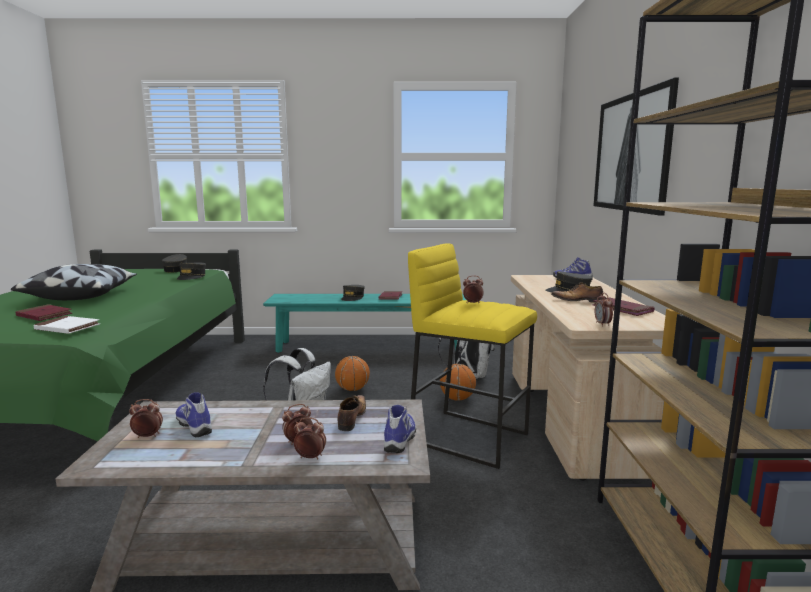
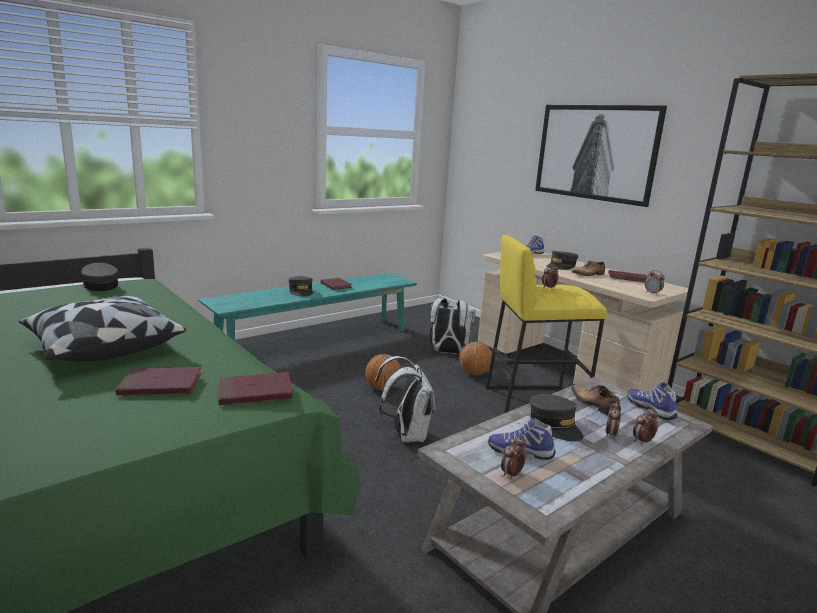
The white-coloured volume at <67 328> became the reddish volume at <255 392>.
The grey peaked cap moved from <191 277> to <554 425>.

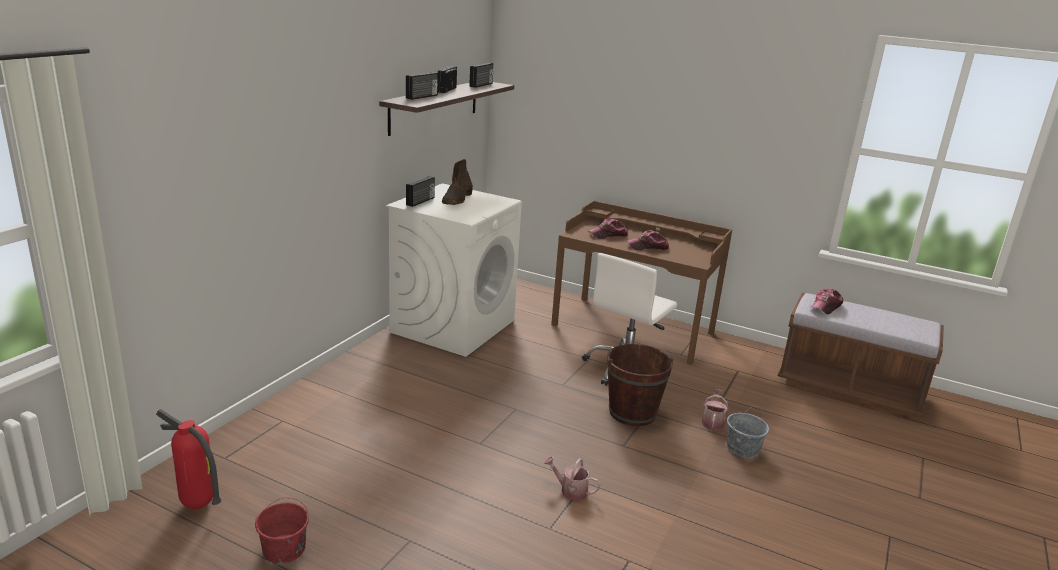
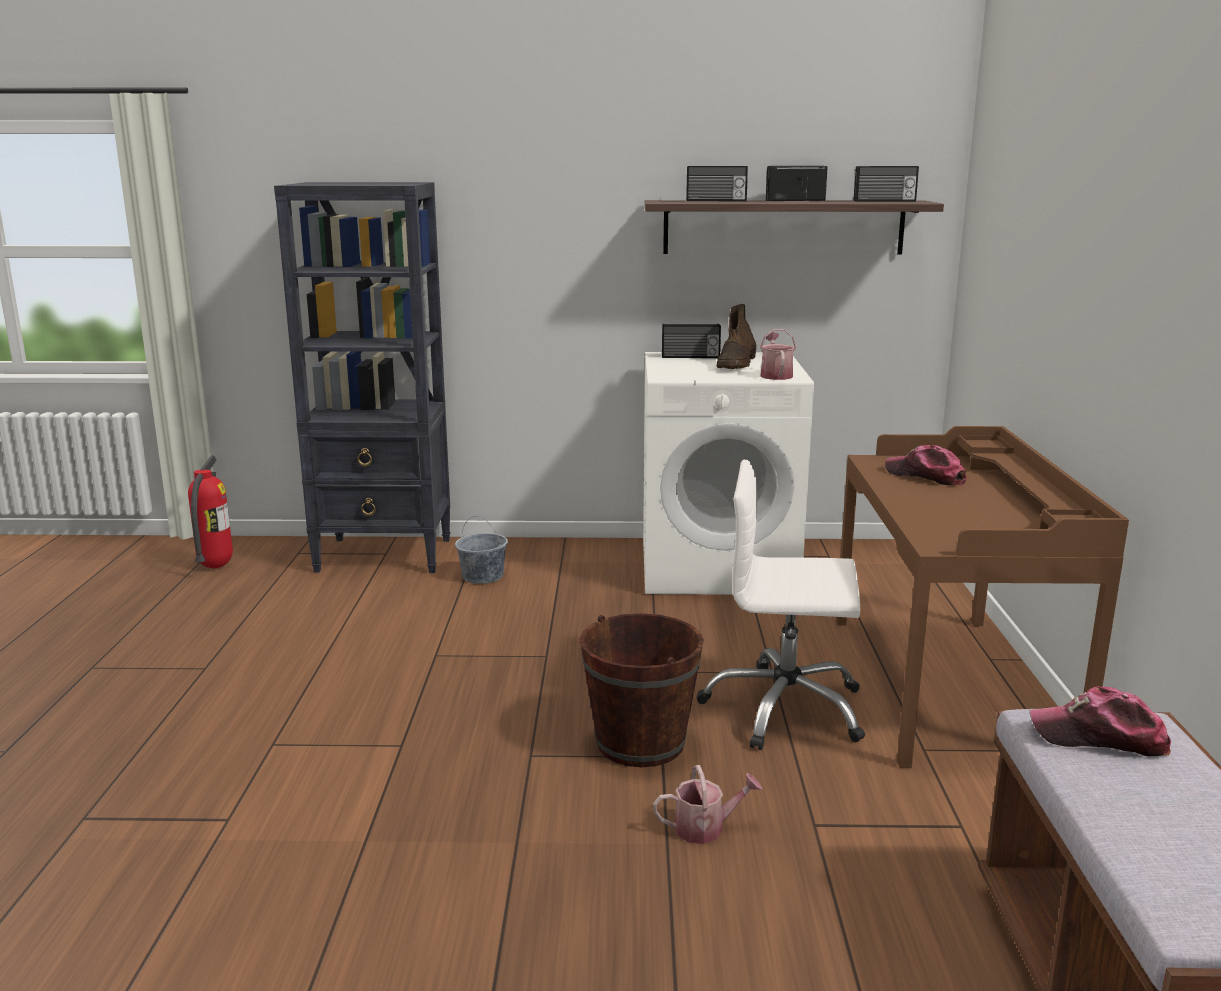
The reddish pail at <284 549> disappeared.
The brown boot at <457 199> turned 60 degrees counterclockwise.
The watering can moved from <570 491> to <775 375>.
The peaked cap at <648 247> disappeared.
The grey pail moved from <743 448> to <483 576>.
The black bookshelf at <385 555> appeared.

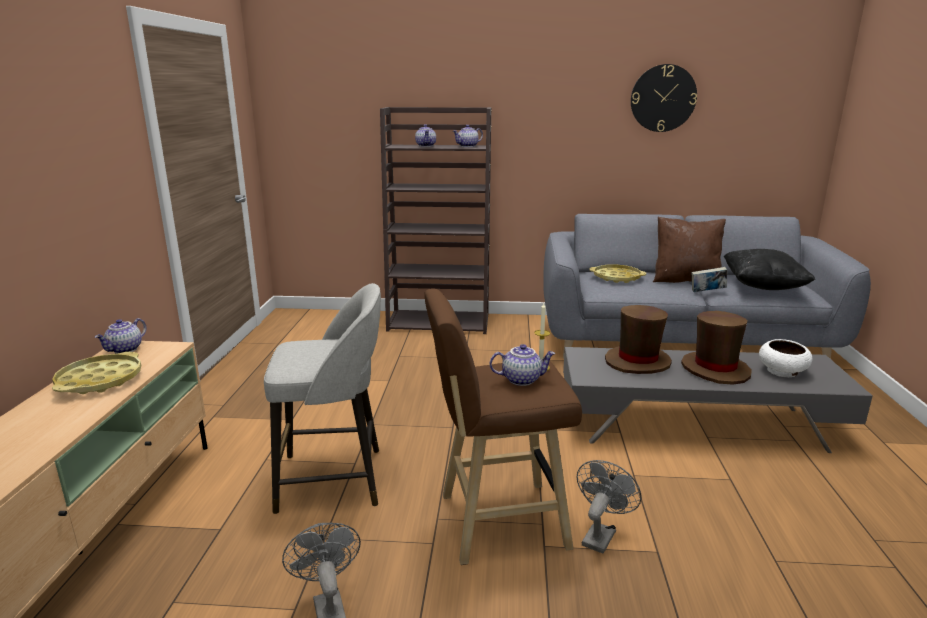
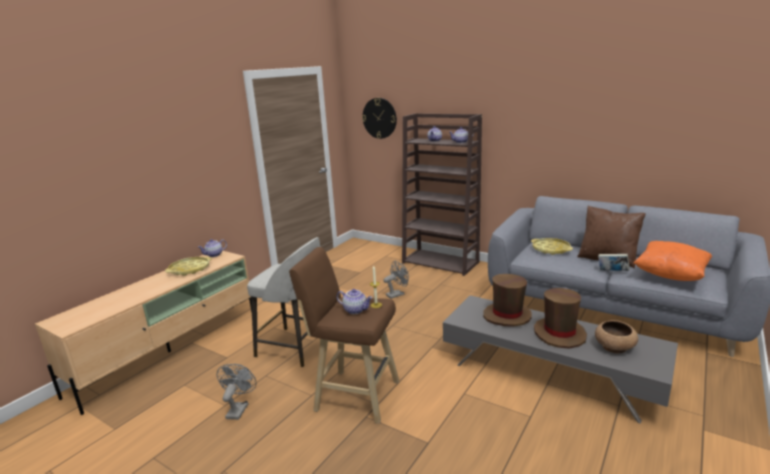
The grey cooling fan moved from <600 534> to <397 294>.
The hanging clock moved from <663 98> to <379 118>.
The black throw pillow at <762 287> became the orangey throw pillow at <670 275>.
The white-coloured serving bowl at <782 372> became the brown serving bowl at <614 347>.

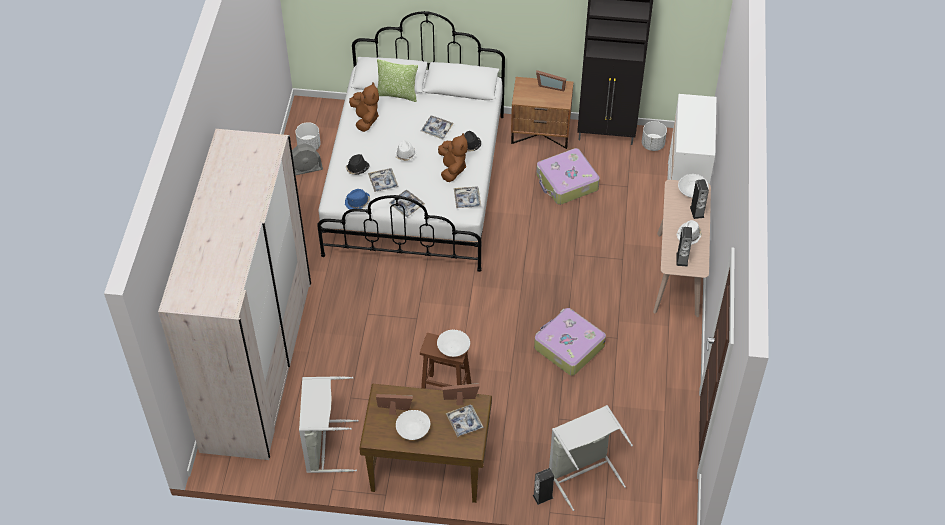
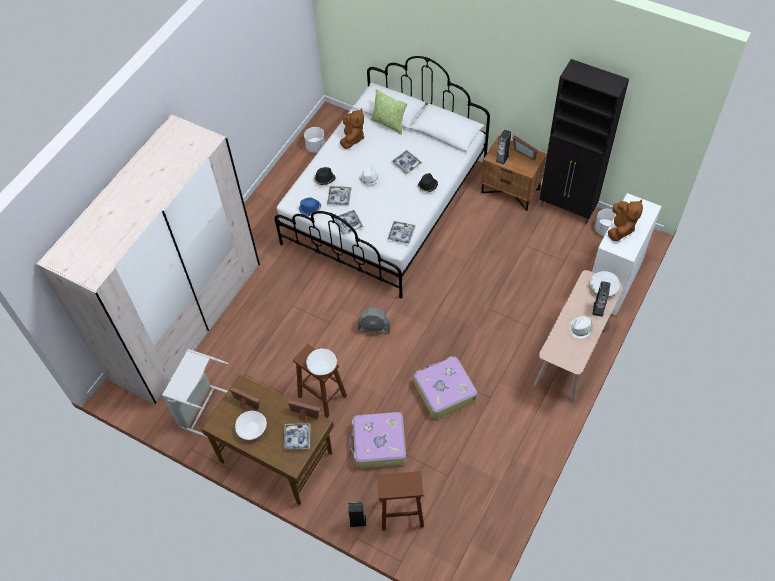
The grey cooling fan moved from <305 169> to <374 328>.
The brown plush toy moved from <452 168> to <621 228>.
The piece of luggage moved from <566 183> to <378 444>.
The grey laundry basket at <583 473> was replaced by the brown stool seat at <402 512>.
The audio speaker moved from <682 259> to <502 158>.

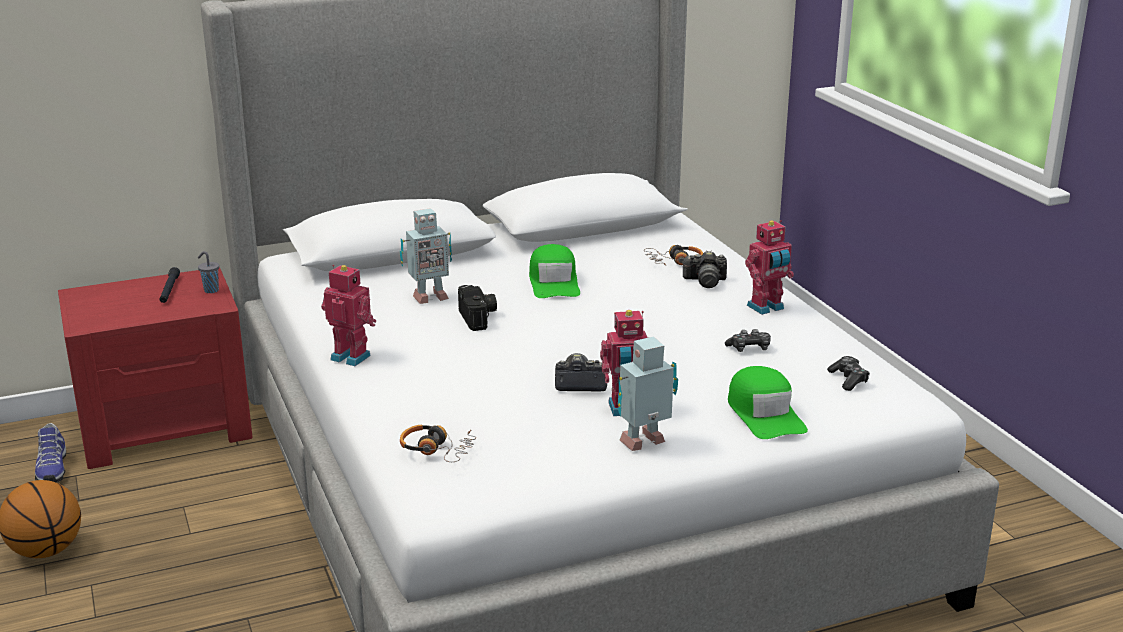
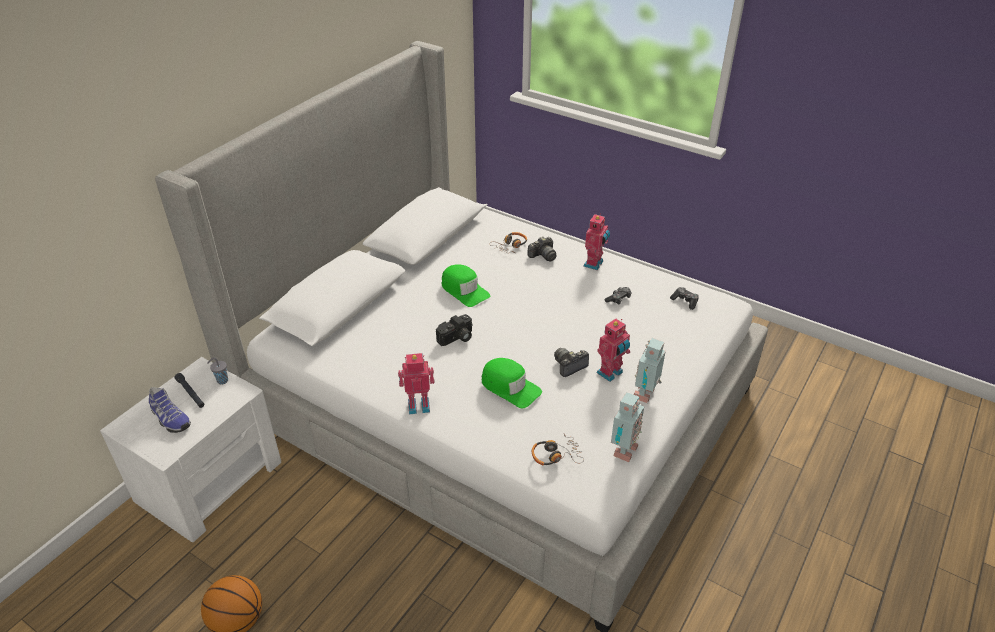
The item of footwear moved from <51 469> to <169 419>.
The reddish night table at <166 426> became the white-coloured night table at <210 480>.
The toy robot moved from <428 297> to <622 451>.
The still camera at <479 318> turned 105 degrees clockwise.
The green-coloured peaked cap moved from <764 414> to <510 387>.

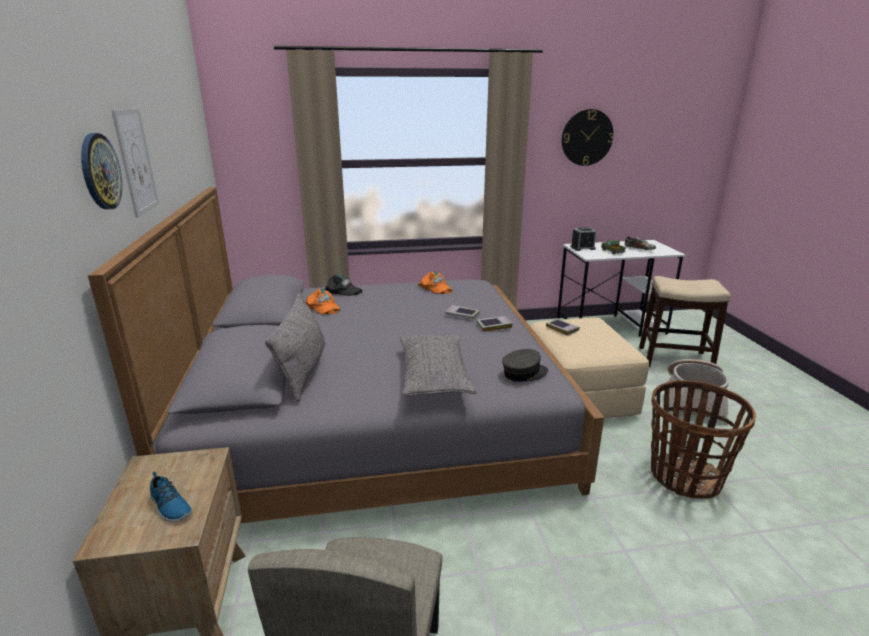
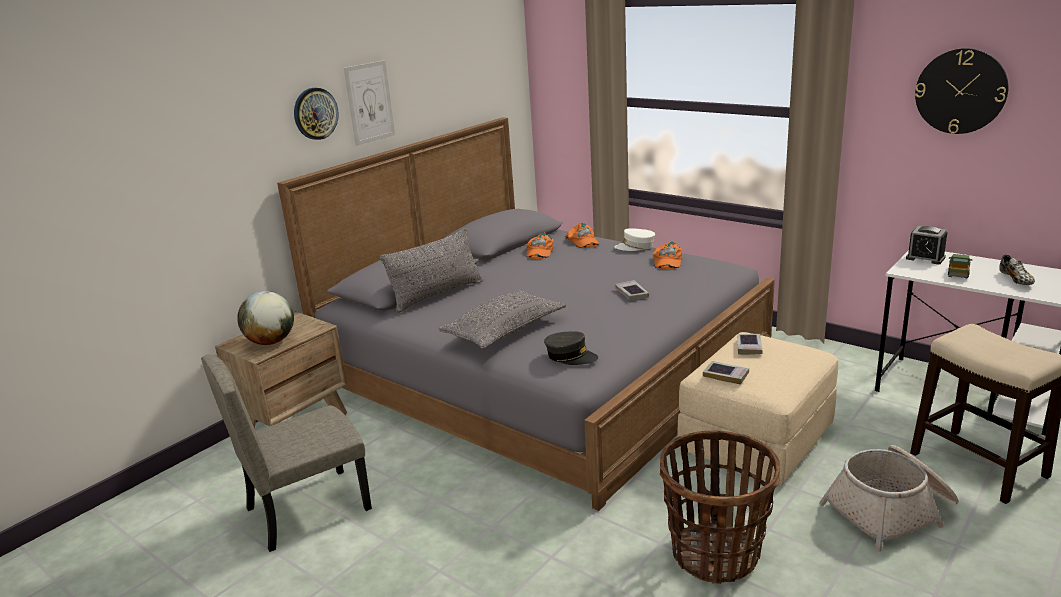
The item of footwear at <169 506> was replaced by the globe at <271 342>.
The black peaked cap at <343 291> became the orangey peaked cap at <582 241>.
The volume moved from <494 326> to <726 375>.
The white-coloured peaked cap at <635 246> appeared.

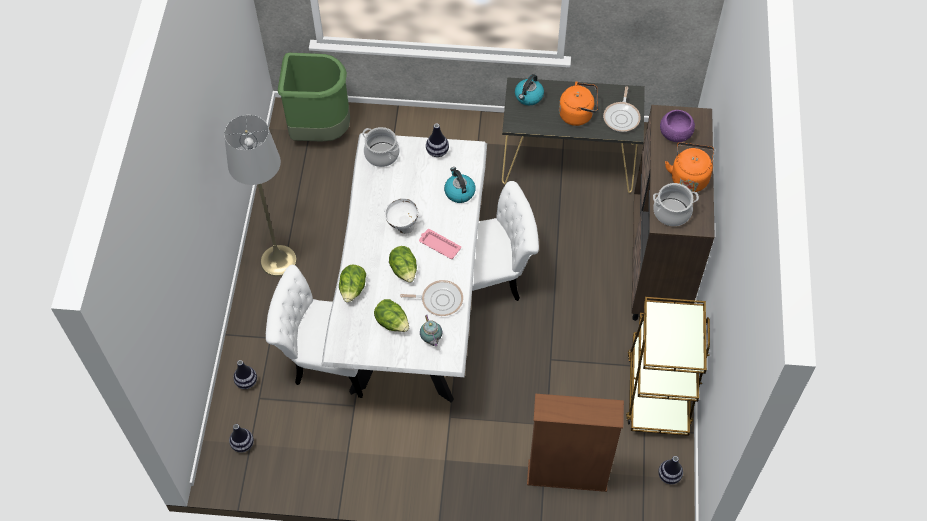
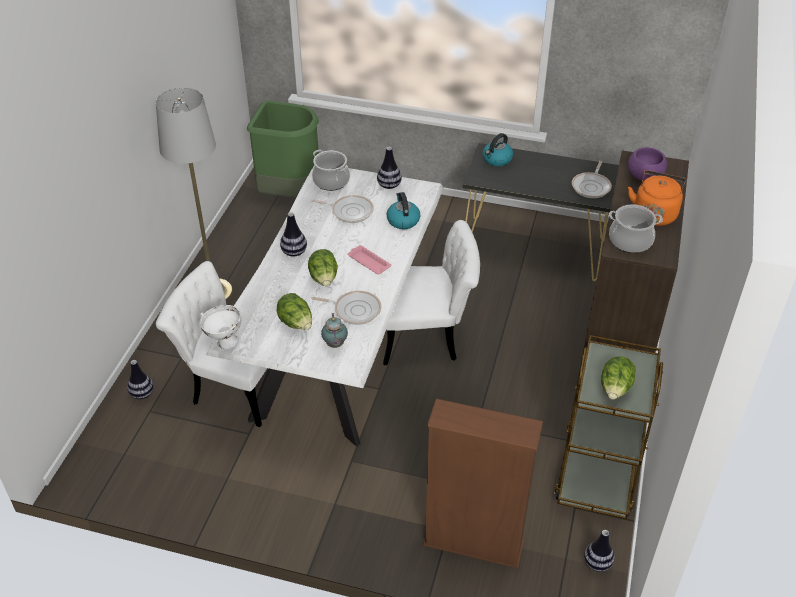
The flower vase moved from <243 444> to <294 252>.
The lettuce moved from <353 289> to <615 389>.
The white-coloured serving bowl moved from <402 226> to <223 341>.
The orangey water kettle at <578 114> disappeared.
The frying pan at <350 211> appeared.

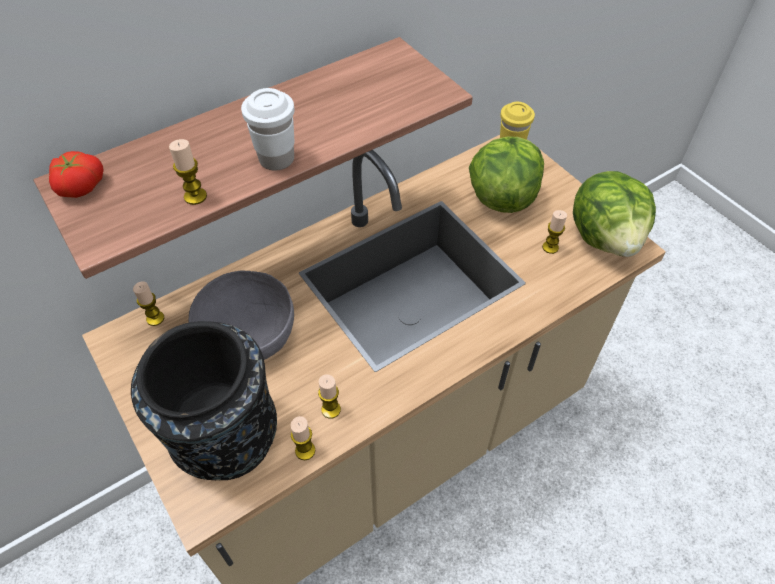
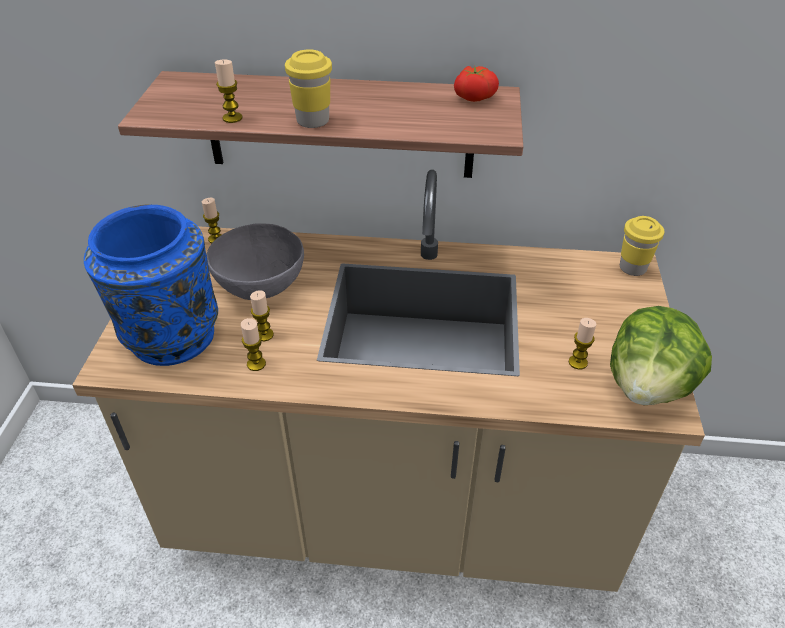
The fresh tomato moved from <80 186> to <473 96>.
The black flower vase at <226 439> became the blue-coloured flower vase at <170 336>.
The white-coloured small cup at <276 159> became the yellow small cup at <313 121>.
The wax light moved from <305 450> to <264 335>.
The lettuce at <502 197> disappeared.

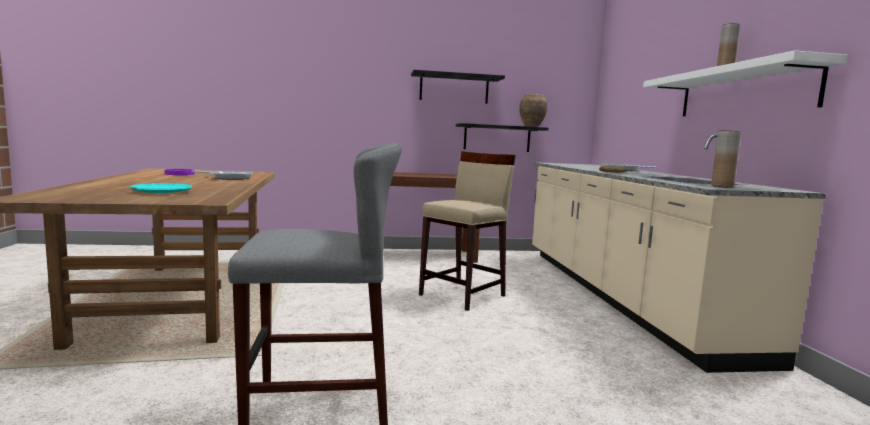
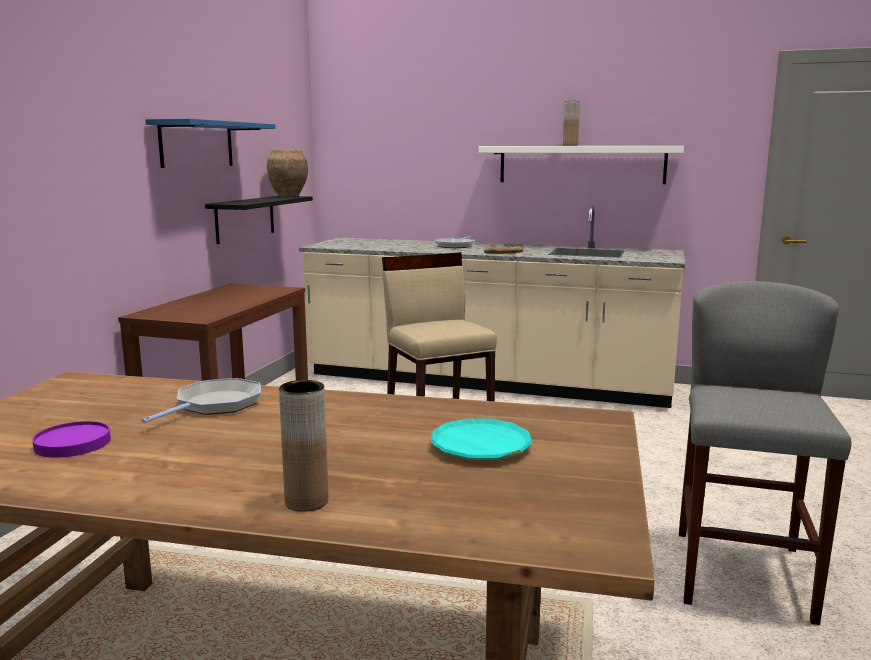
The black bracket shelf at <454 89> became the blue-coloured bracket shelf at <197 144>.
The brown flower vase moved from <722 186> to <306 502>.

